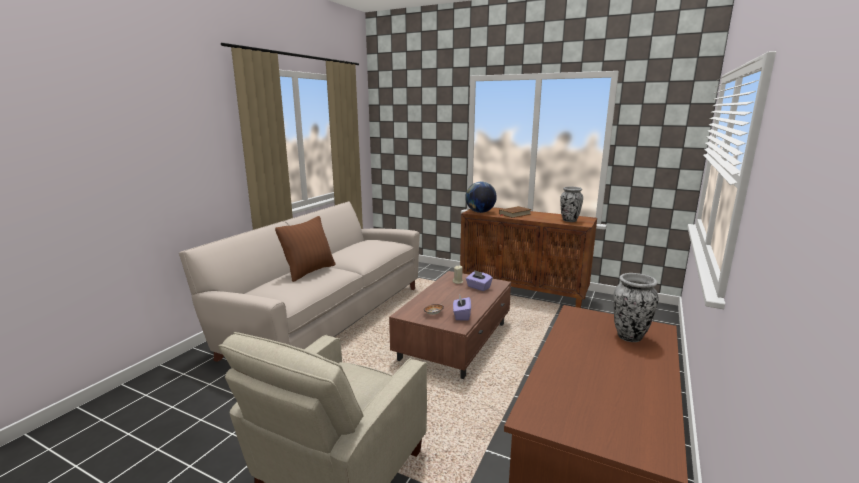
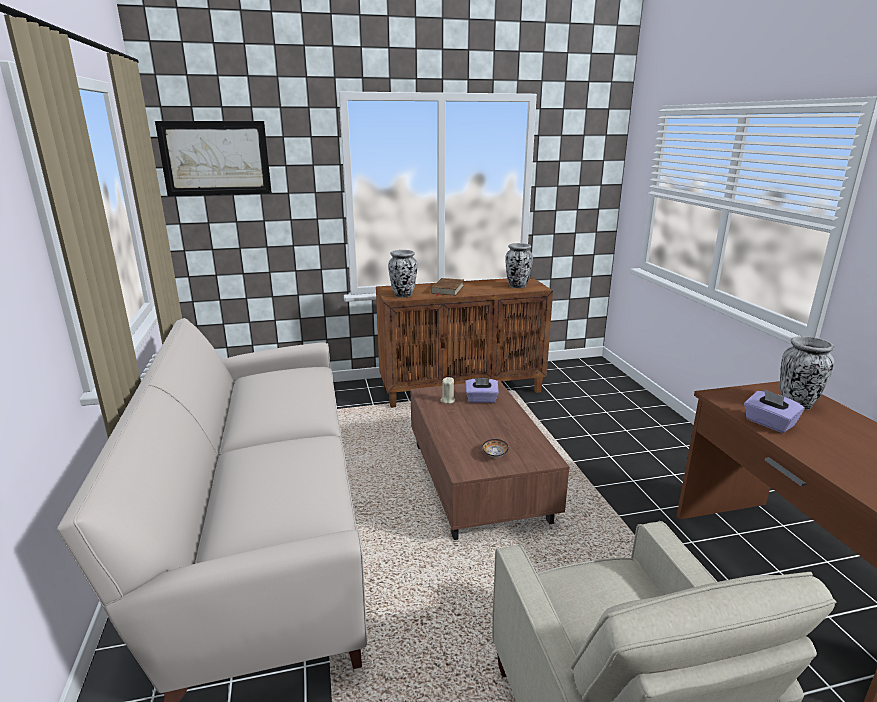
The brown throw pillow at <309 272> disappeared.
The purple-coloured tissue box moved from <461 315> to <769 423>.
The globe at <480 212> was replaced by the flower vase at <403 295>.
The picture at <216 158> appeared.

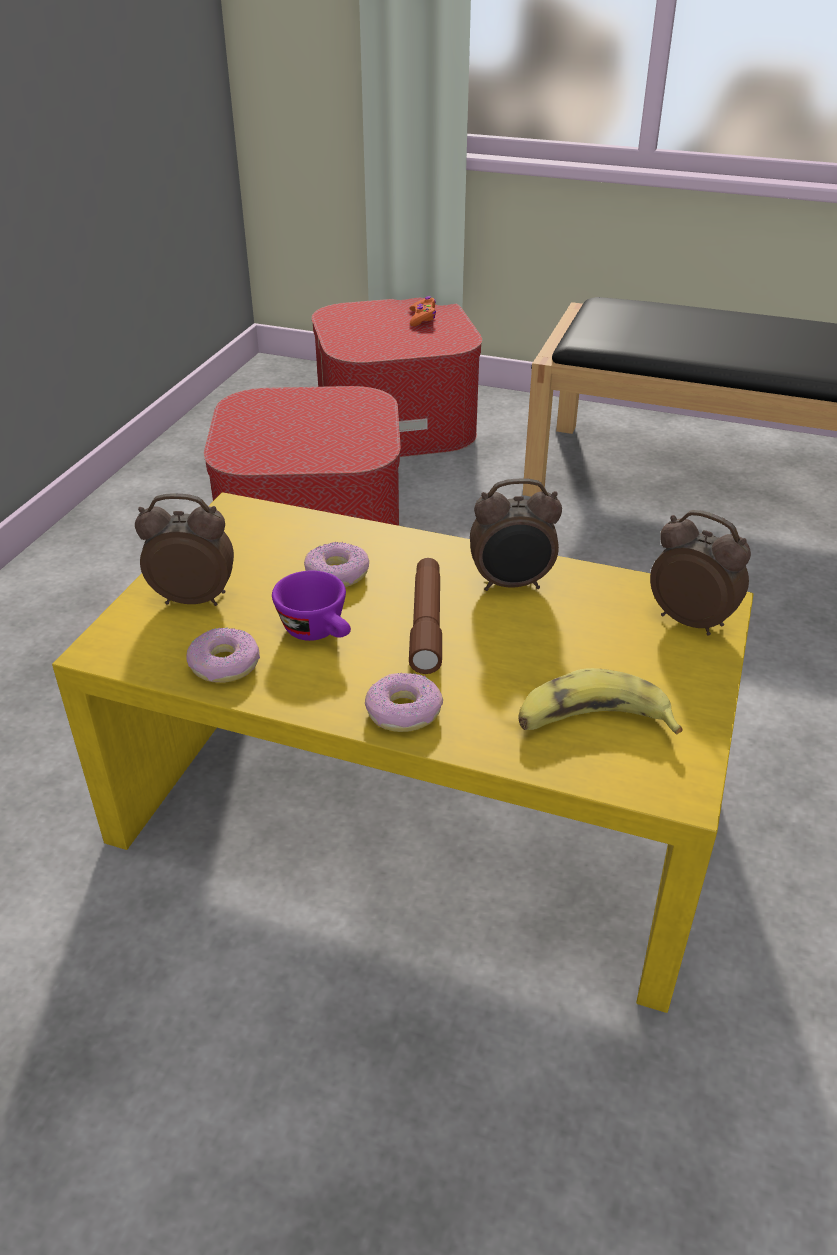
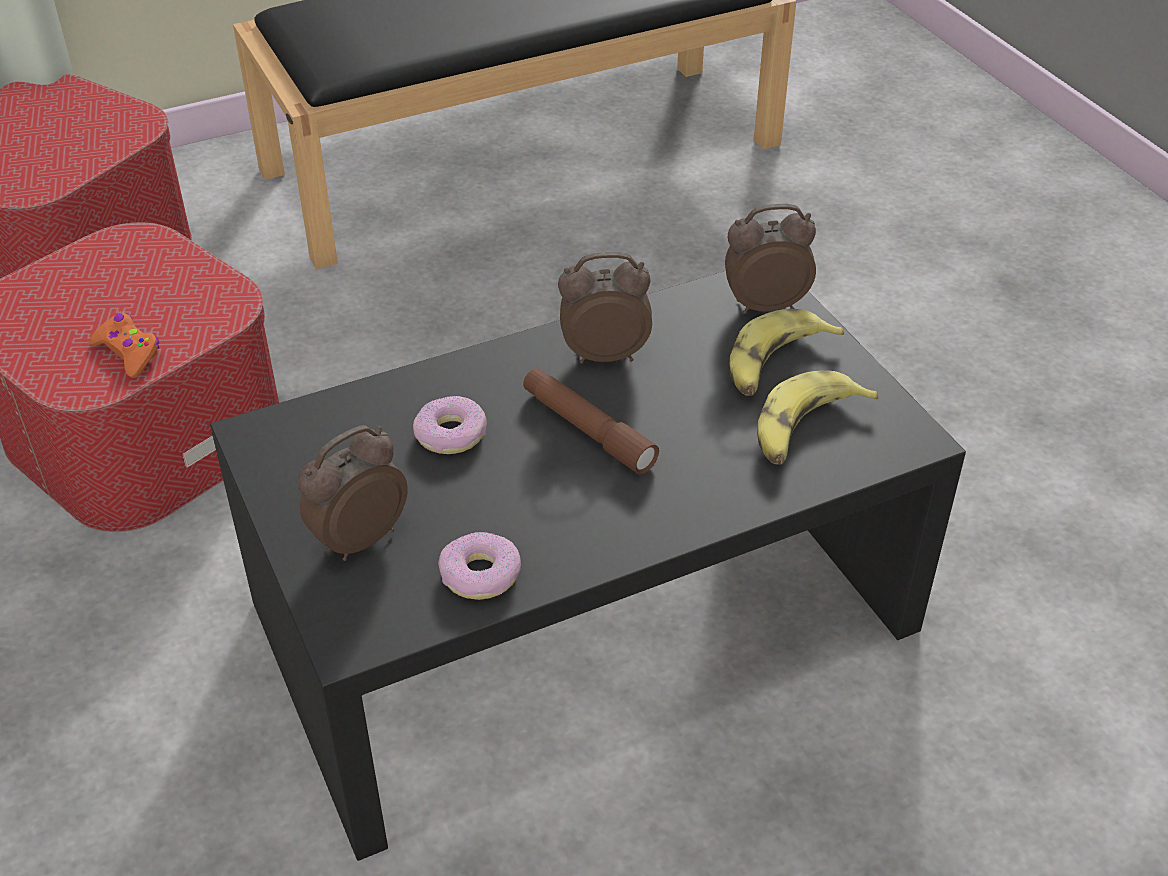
The yellow lounge table at <417 806> became the black lounge table at <585 619>.
The purple-coloured small cup at <319 632> disappeared.
The ring doughnut at <403 711> disappeared.
The orangey joypad moved from <422 318> to <128 352>.
The alarm clock at <512 584> turned 135 degrees counterclockwise.
The banana at <775 364> appeared.

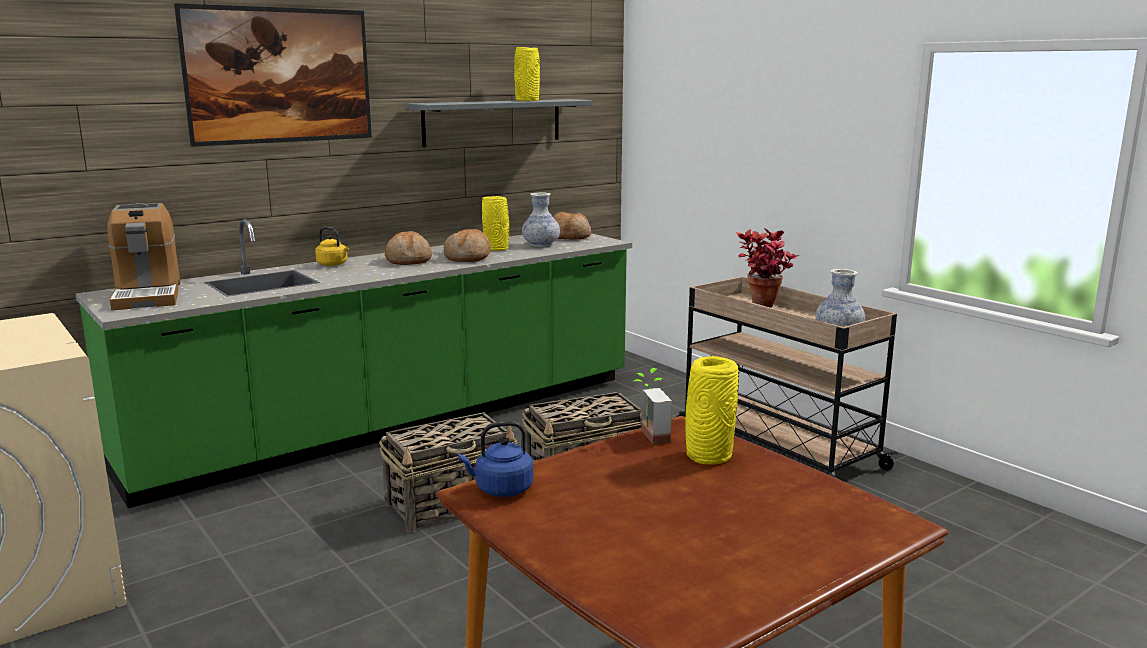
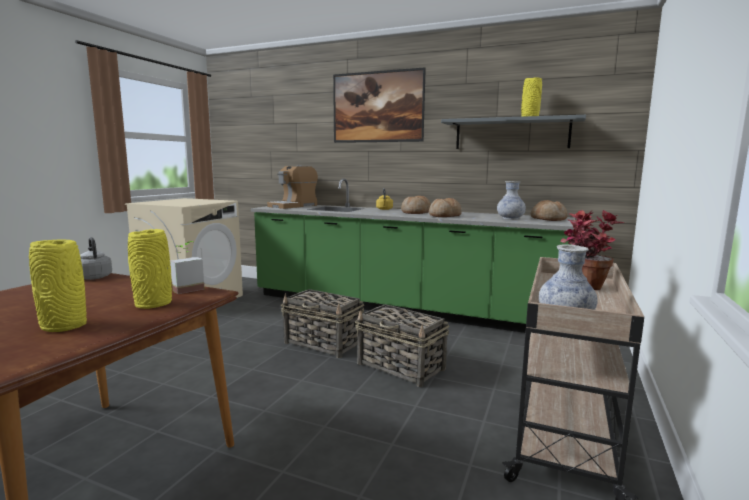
The blue-coloured water kettle at <501 489> became the grey water kettle at <94 277>.
The yellow flower vase moved from <497 249> to <64 326>.

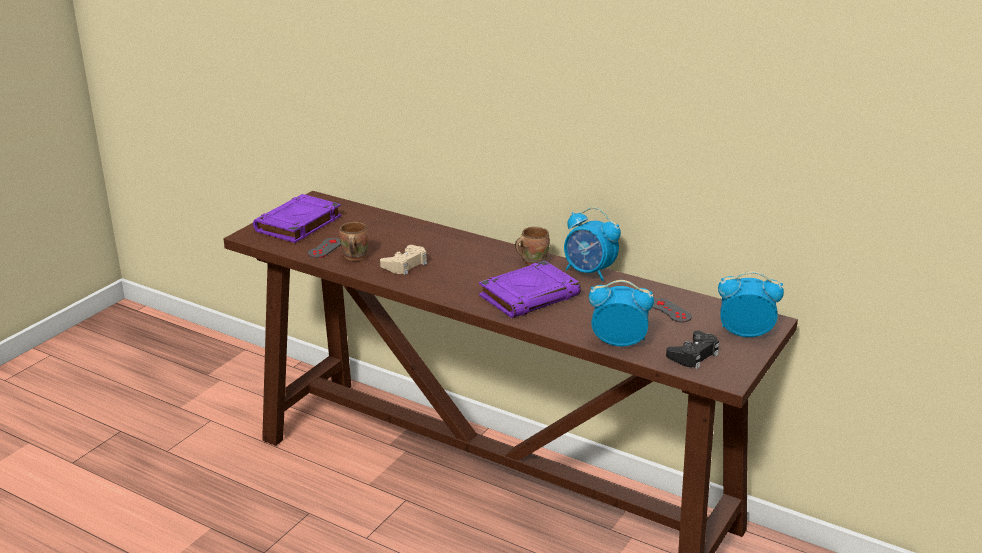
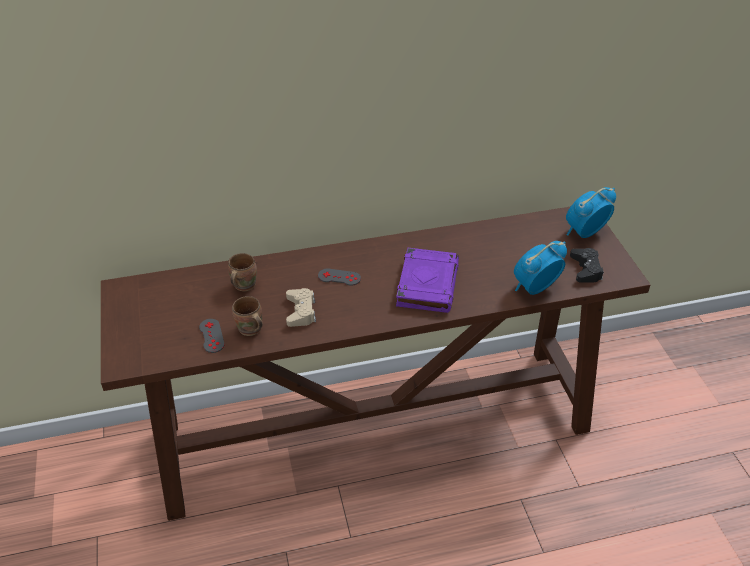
The purple-coloured volume at <298 224> disappeared.
The brown coffee mug moved from <532 261> to <242 285>.
The alarm clock at <589 272> disappeared.
The grey joypad moved from <670 311> to <339 277>.

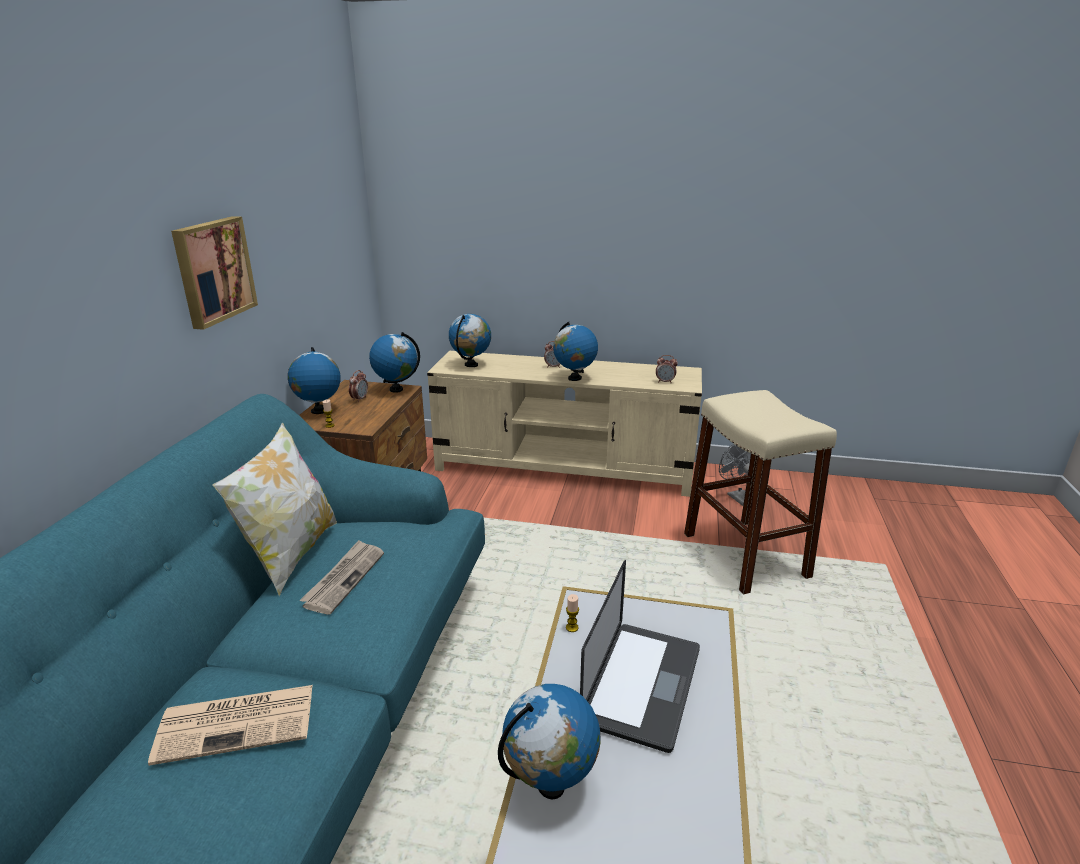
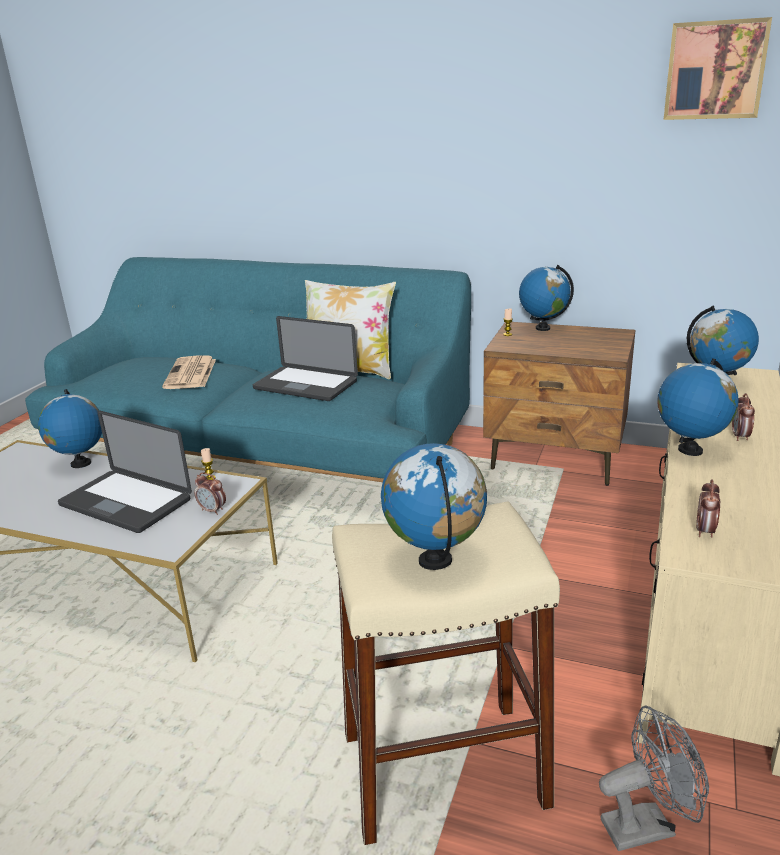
The picture moved from <213 270> to <715 70>.
The printed paper at <344 578> was replaced by the portable computer at <305 385>.
The alarm clock moved from <359 399> to <213 510>.
The globe moved from <396 389> to <436 561>.

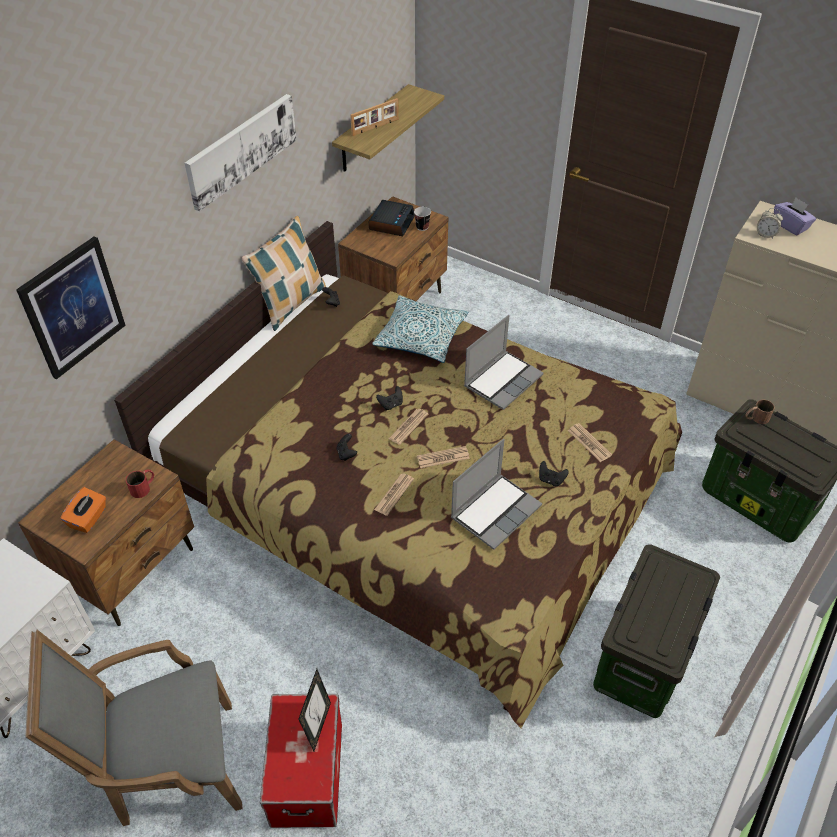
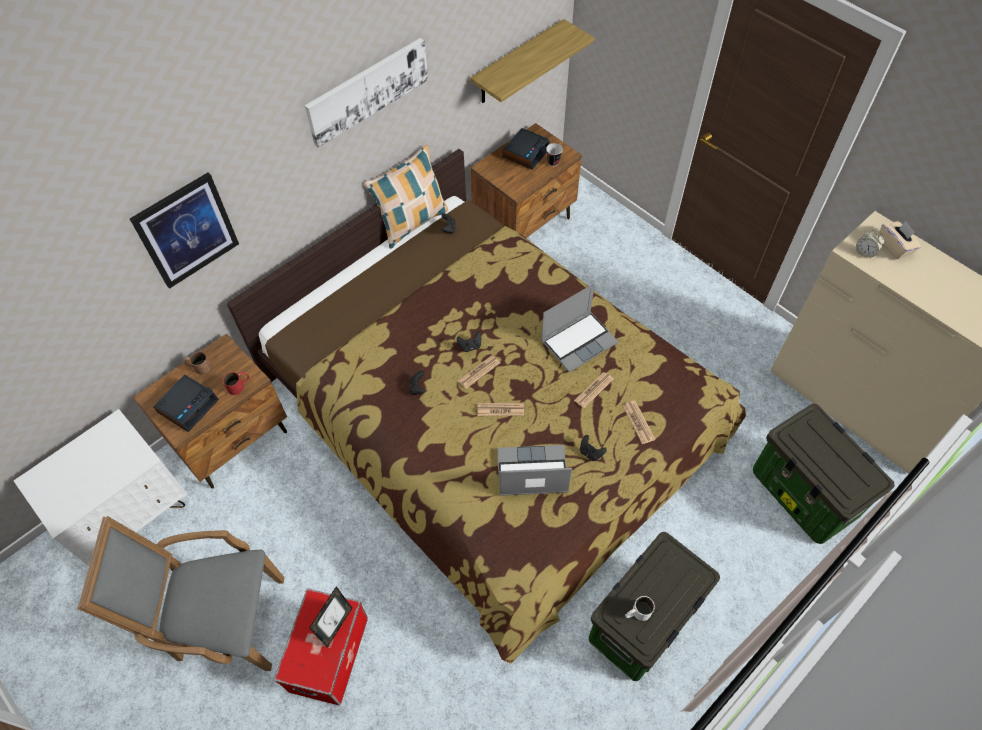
The orangey tissue box at <88 518> was replaced by the alarm clock at <188 405>.
The photo frame at <375 127> disappeared.
The throw pillow at <420 337> disappeared.
The printed paper moved from <394 494> to <593 390>.
The portable computer at <495 511> turned 150 degrees counterclockwise.
The brown coffee mug moved from <756 418> to <198 367>.
The purple-coloured tissue box at <790 226> became the sand-coloured tissue box at <895 246>.
The white-coloured coffee mug at <637 613> appeared.

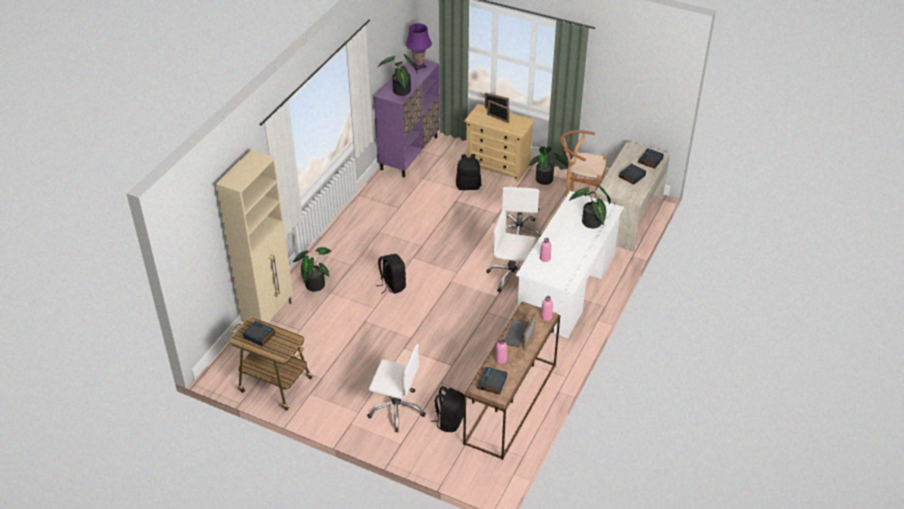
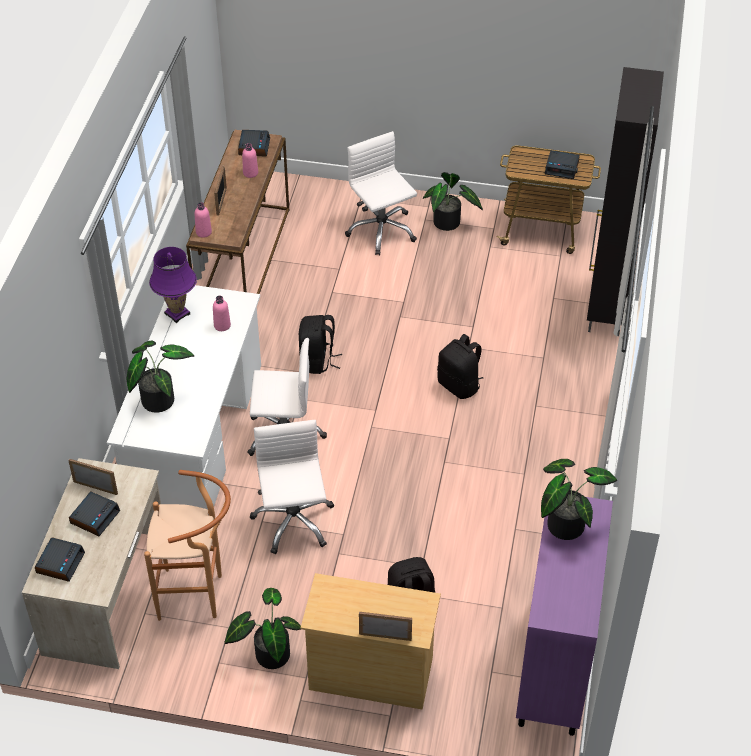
The sand-coloured storage cabinet at <269 315> became the black storage cabinet at <605 309>.
The houseplant moved from <314 283> to <449 224>.
The white-coloured computer chair at <396 409> turned 60 degrees clockwise.
The purple-coloured table lamp moved from <419 66> to <177 313>.
The black knapsack moved from <449 421> to <317 361>.
The photo frame moved from <497 118> to <95 487>.
The computer keyboard at <516 334> disappeared.

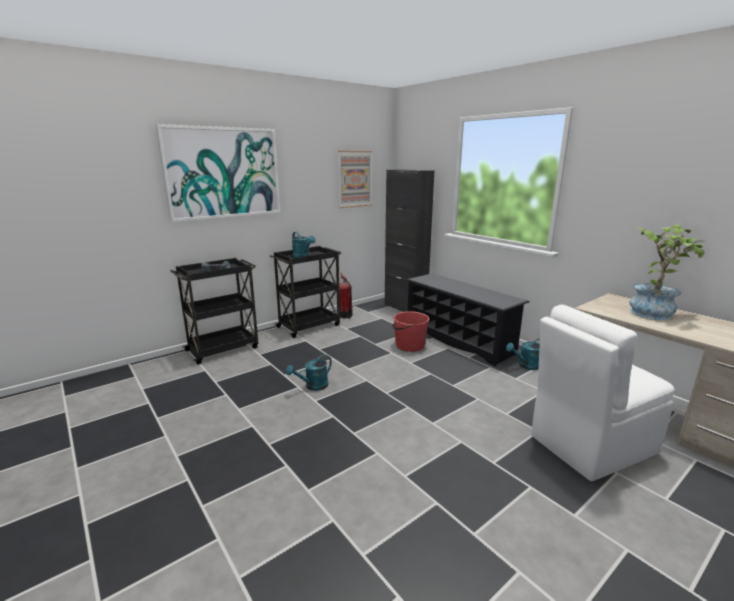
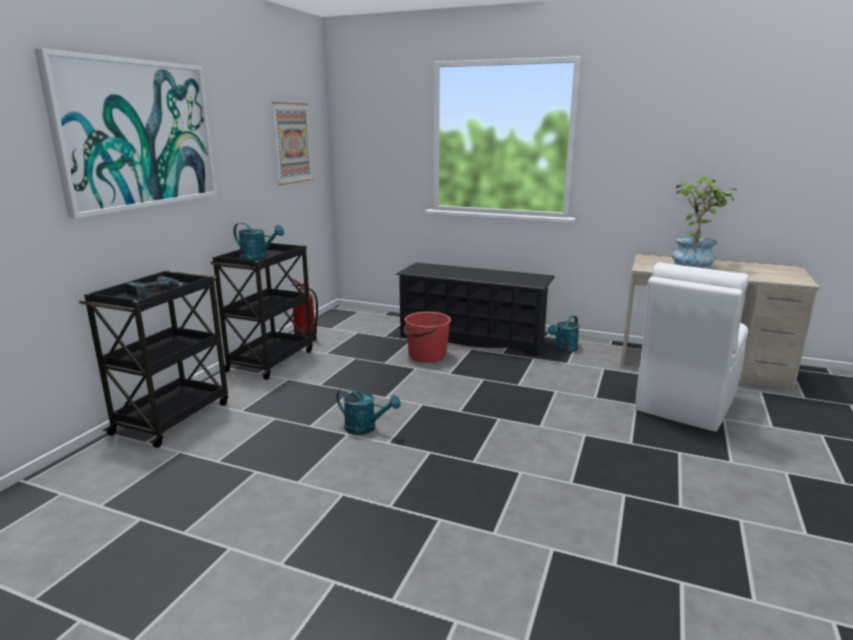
The blue-green watering can at <313 386> turned 90 degrees counterclockwise.
The black storage cabinet at <405 308> disappeared.

